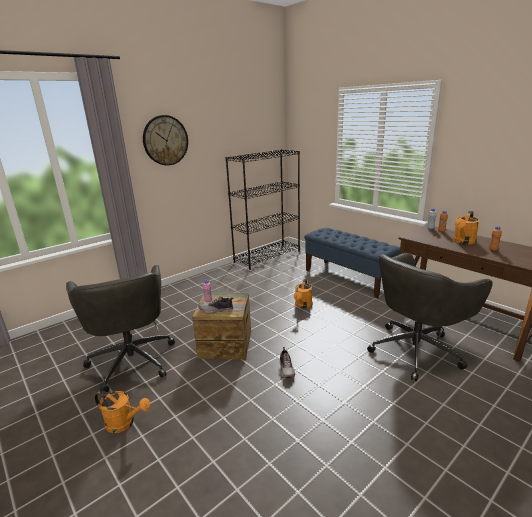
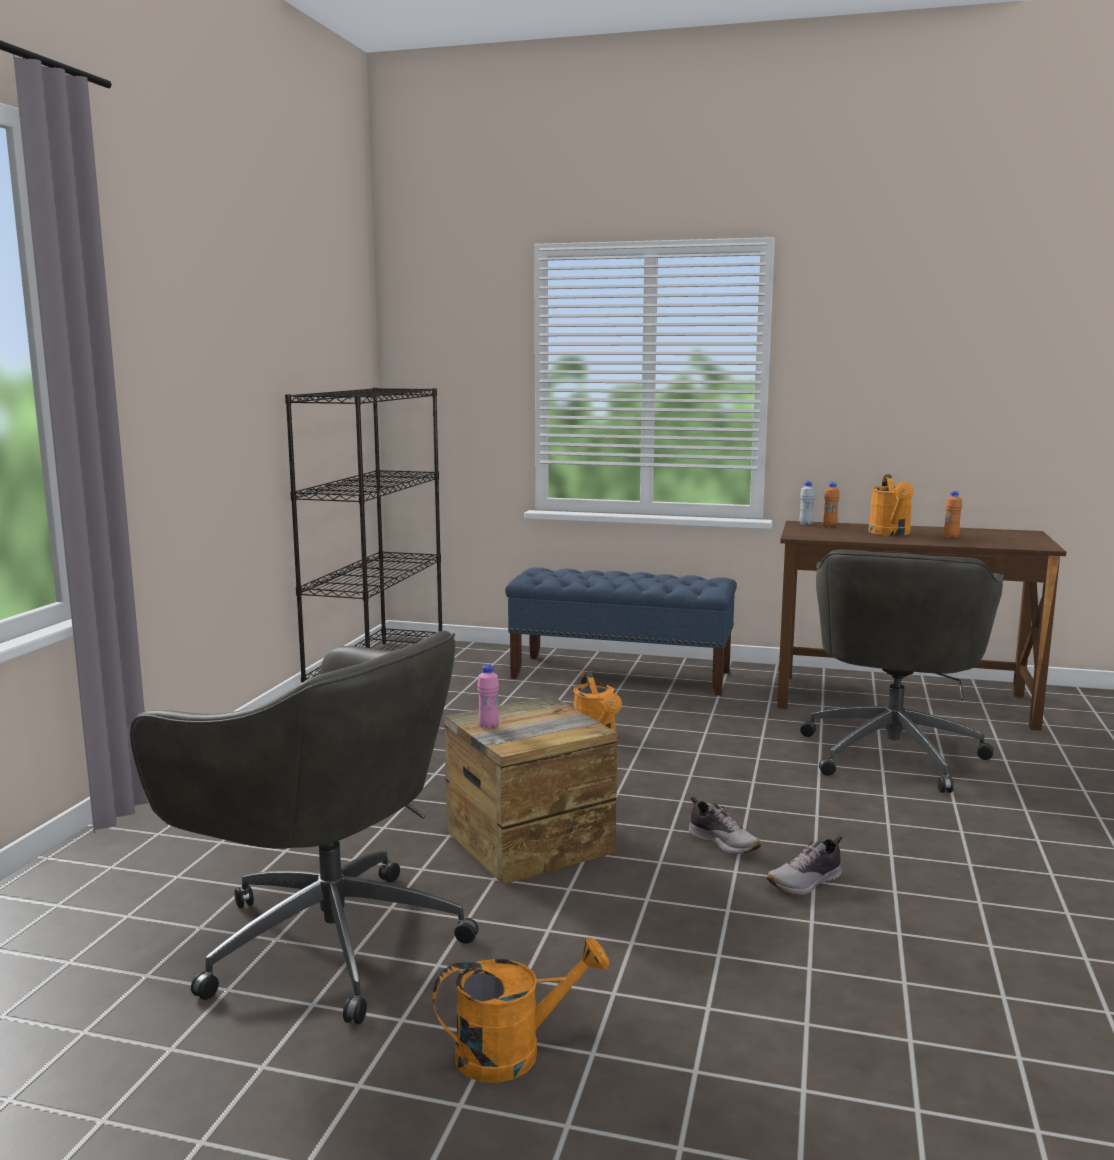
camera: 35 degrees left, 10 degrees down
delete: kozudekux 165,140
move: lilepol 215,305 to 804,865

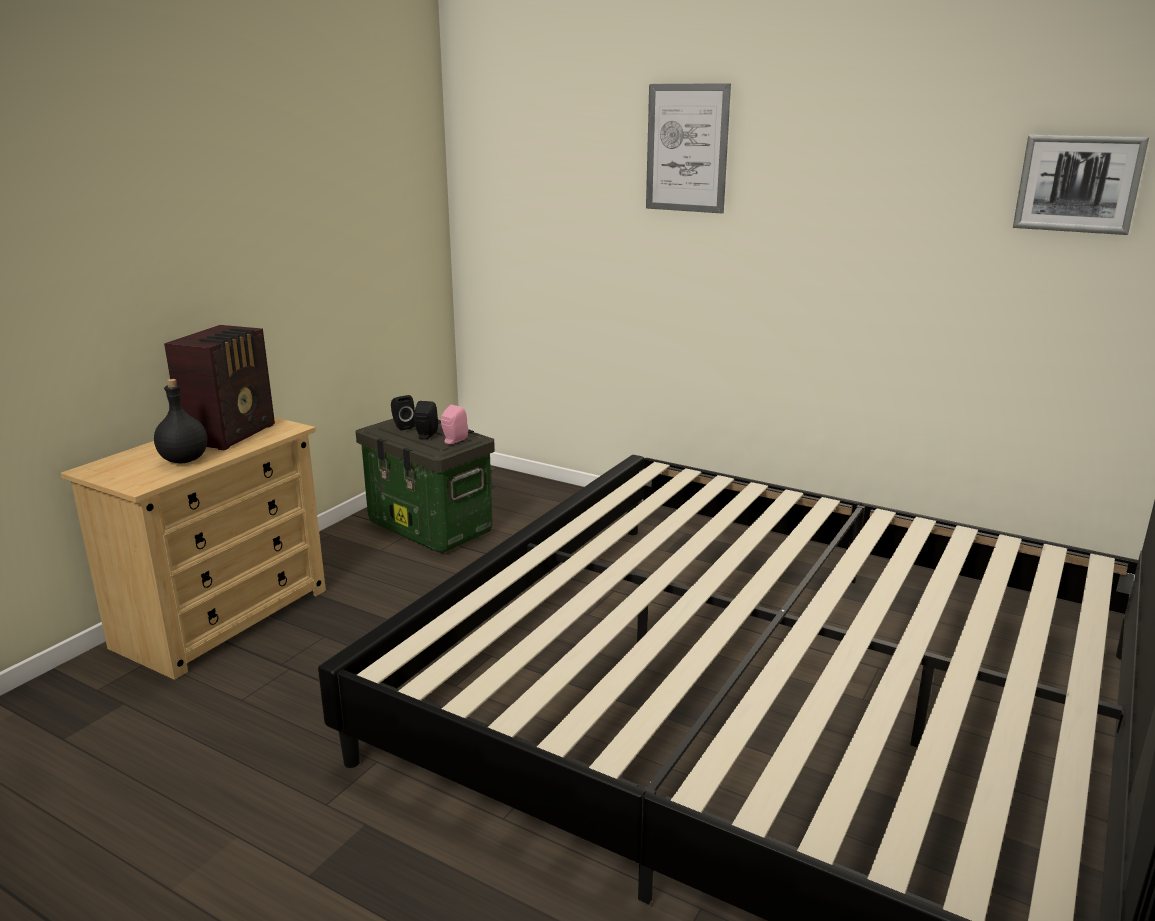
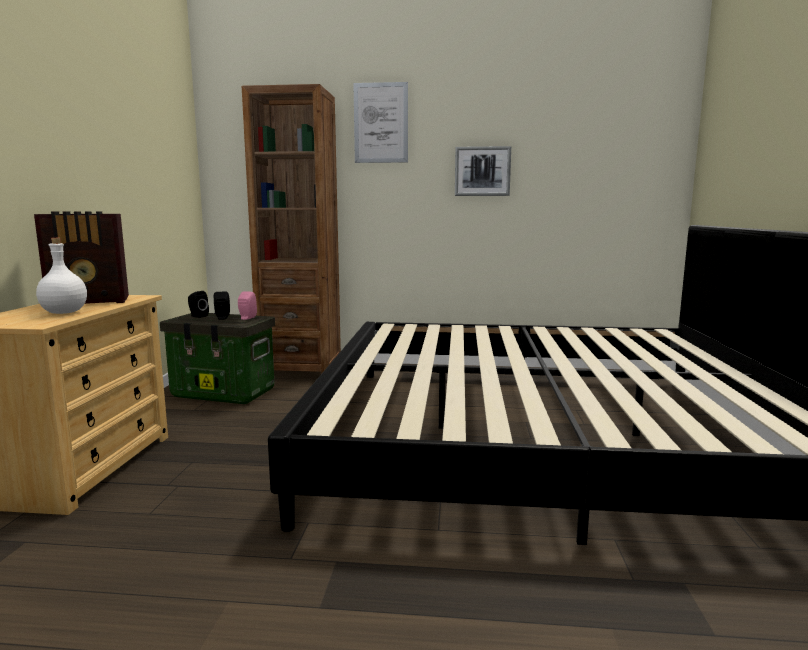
camera: 25 degrees left, 10 degrees down
insert: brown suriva 291,229
move: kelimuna 1081,185 to 483,171
recolor: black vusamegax 181,421 to white vusamegax 61,276
rotate: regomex 219,388 = 81,258 75 degrees clockwise

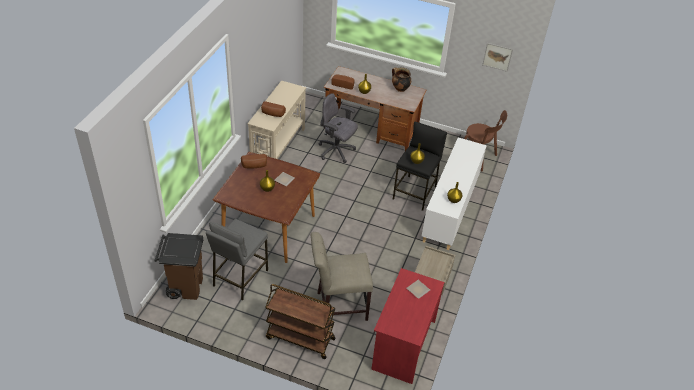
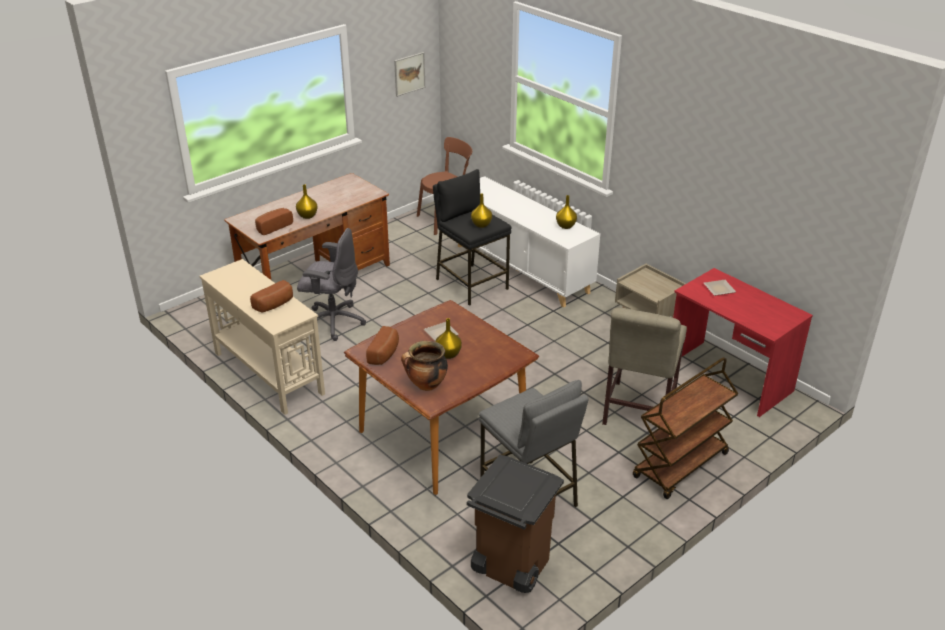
camera: 60 degrees left, 10 degrees down
move: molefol 401,79 to 424,366
rotate: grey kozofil 338,128 = 331,284 135 degrees counterclockwise

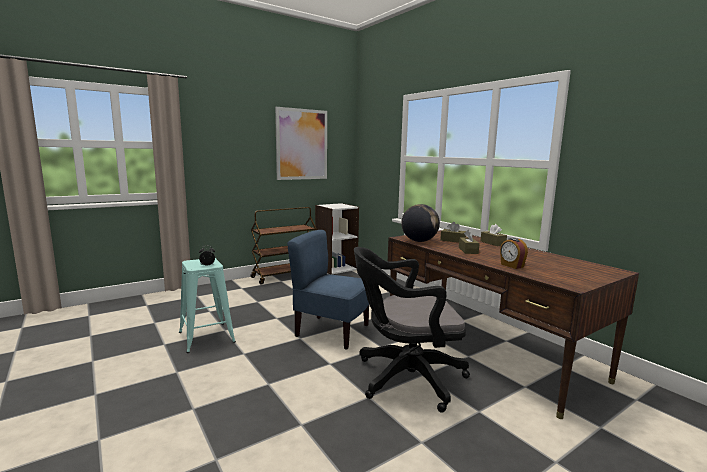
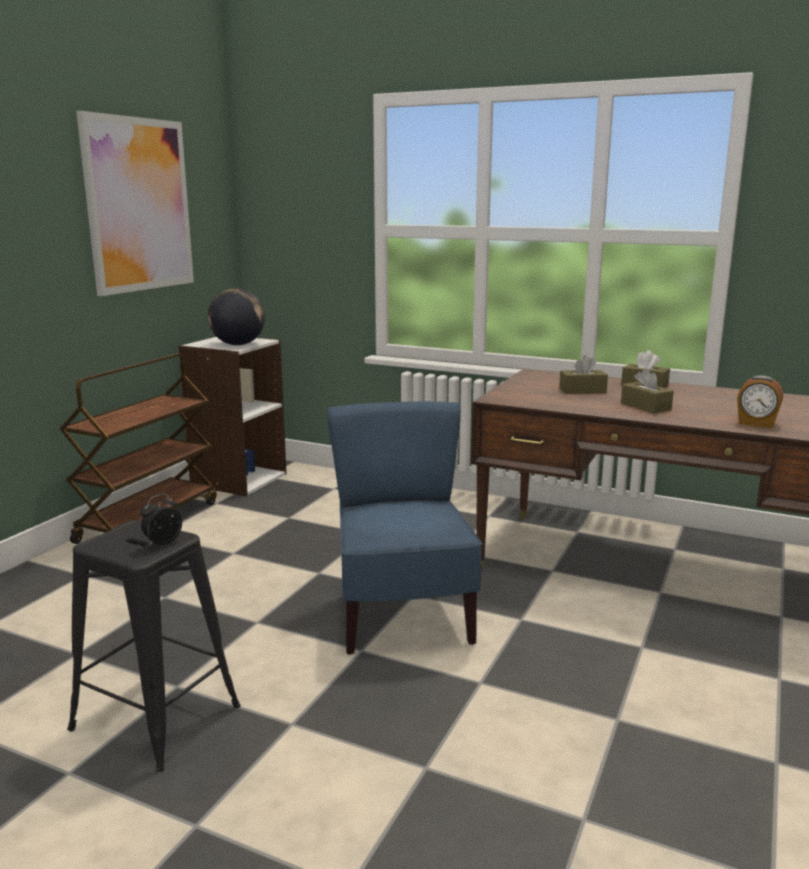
camera: 30 degrees left, 5 degrees up
delete: black kozofil 412,330
move: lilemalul 420,223 to 236,316
recolor: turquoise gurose 207,305 to black gurose 154,646
rotate: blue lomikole 328,290 = 405,528 90 degrees clockwise

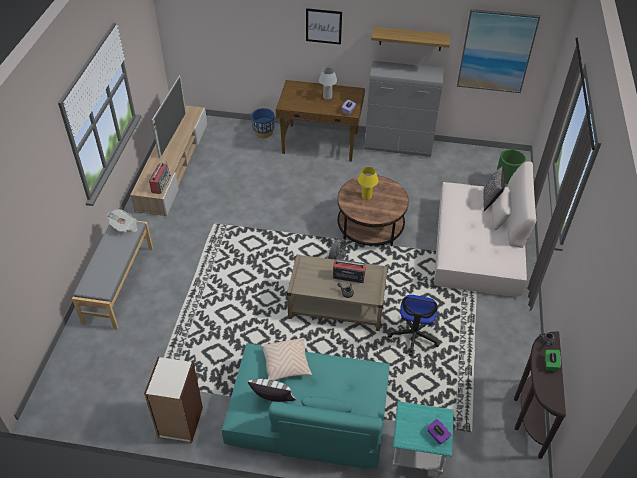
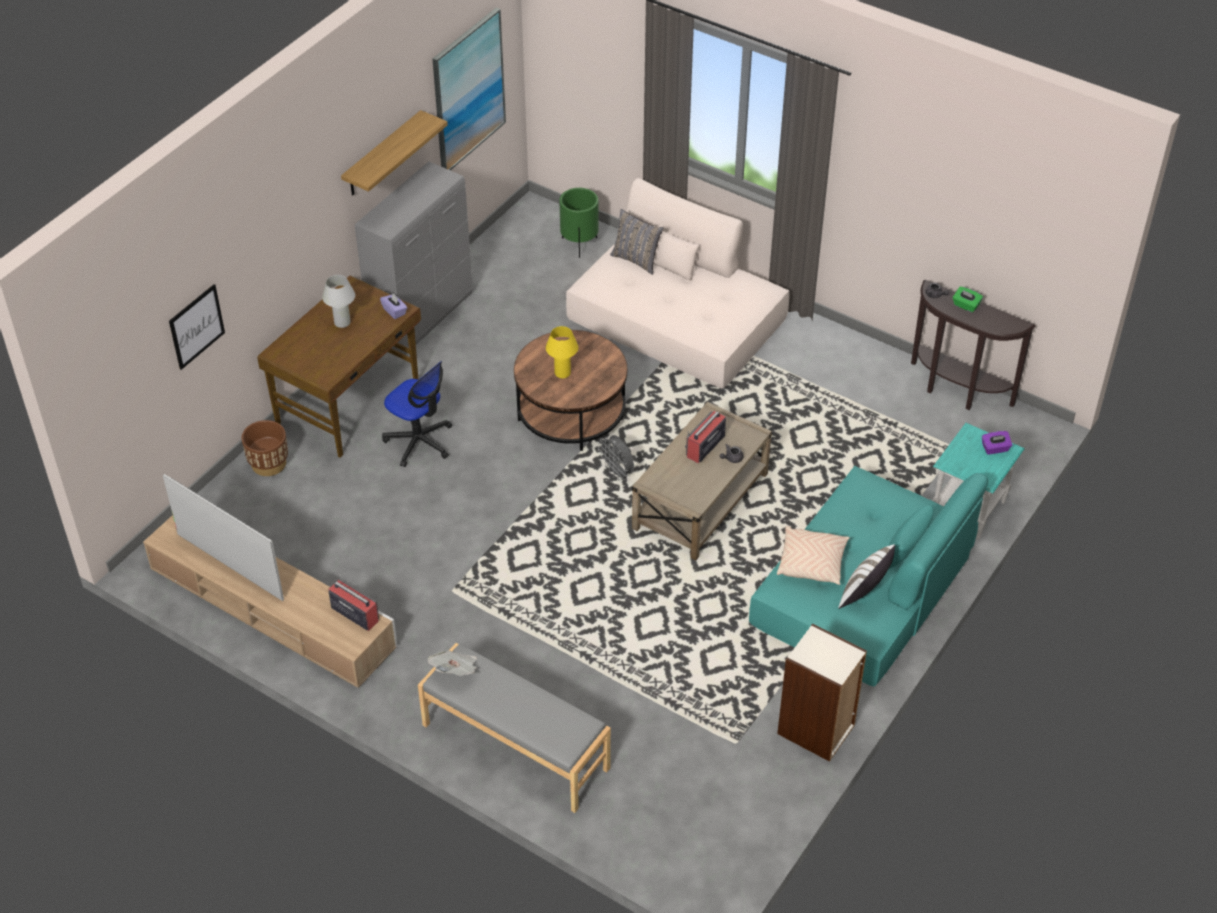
camera: 65 degrees left, 0 degrees up
move: kelimuna 324,26 to 197,327; kozofil 413,325 to 417,414
recolor: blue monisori 263,123 to brown monisori 265,448

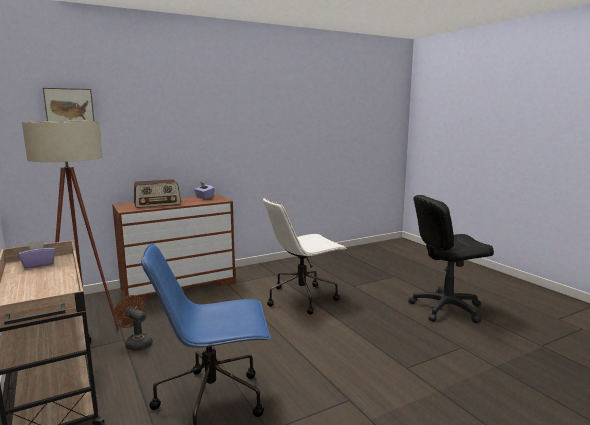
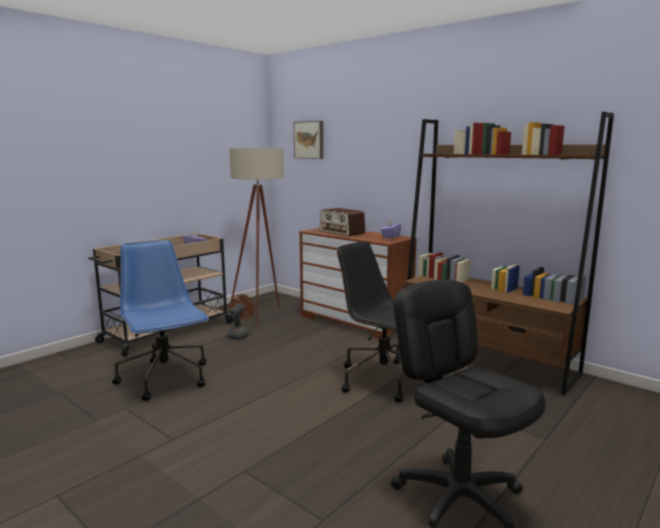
camera: 70 degrees right, 0 degrees up
insert: brown suriva 509,254
recolor: white kozofil 305,256 to black kozofil 382,321

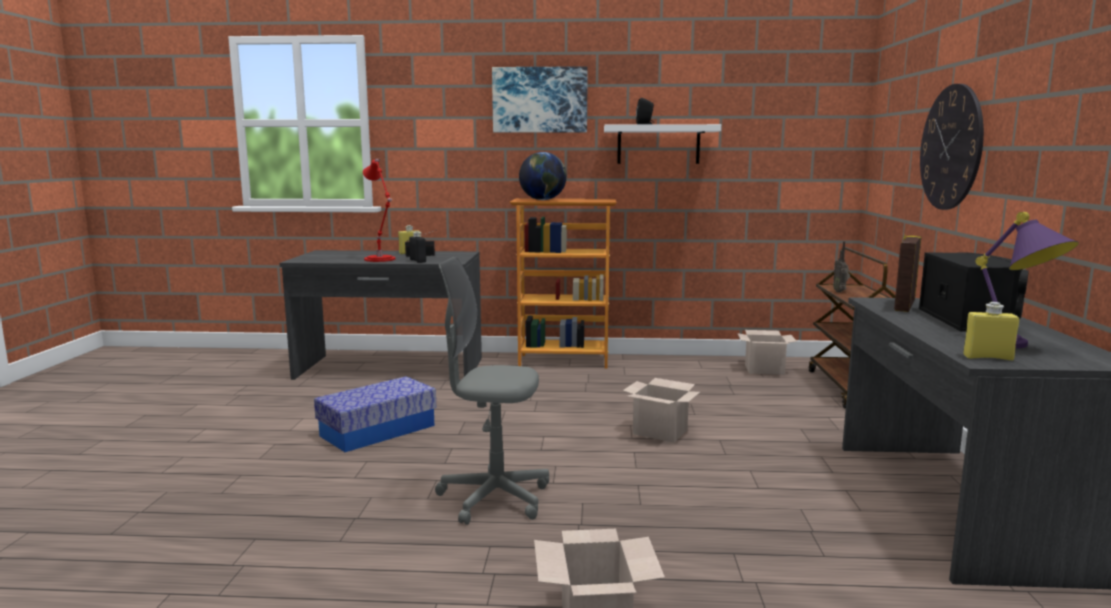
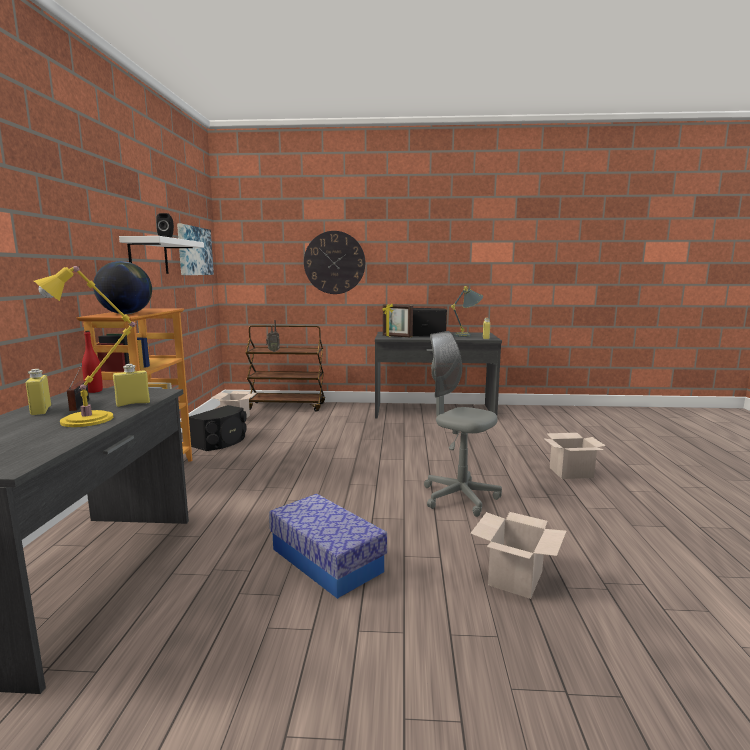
camera: 90 degrees left, 0 degrees up
insert: red vusamegax 92,362; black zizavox 218,428
move: kelimuna 540,99 to 195,249; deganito 661,410 to 518,555
recolor: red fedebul 379,210 to yellow fedebul 84,346; purple fedebul 1027,280 to grey fedebul 467,311; black vusamegax 417,247 to yellow vusamegax 131,385
rotate: grey kozofil 492,391 = 463,424 120 degrees clockwise

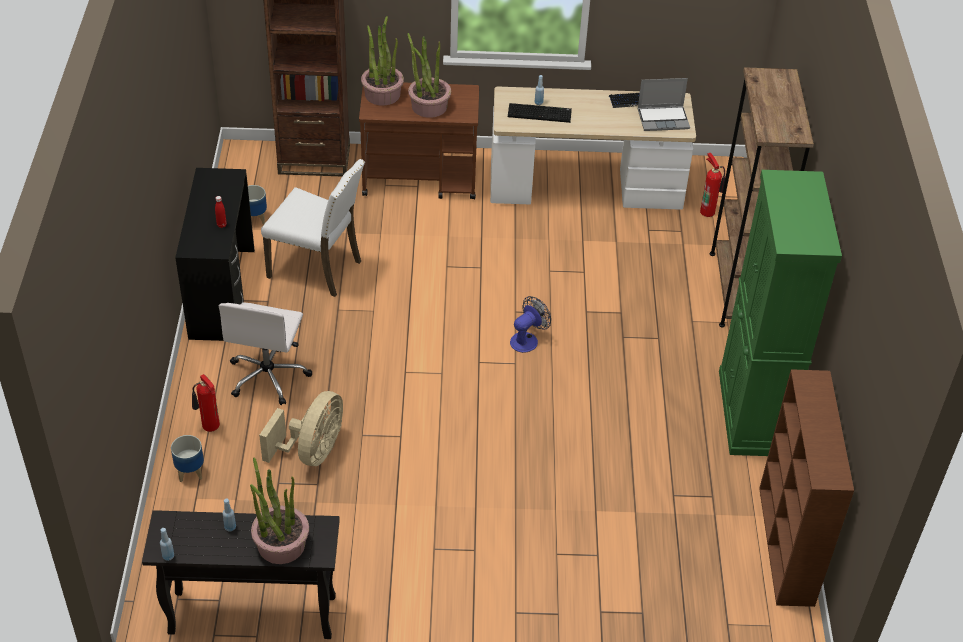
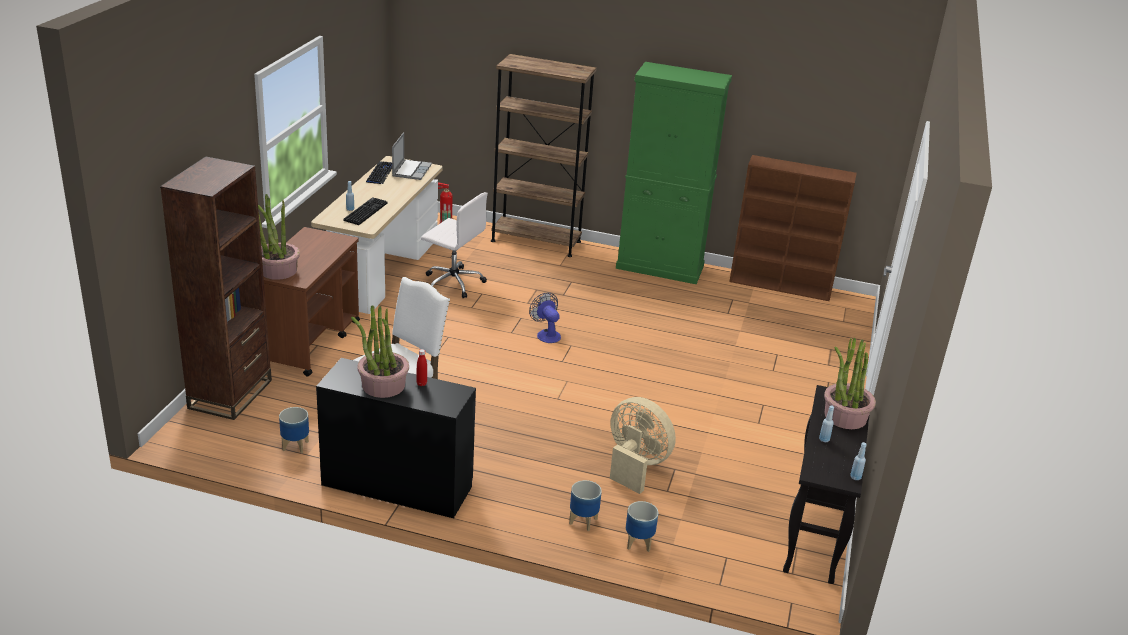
camera: 75 degrees left, 15 degrees down
move: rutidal 429,75 to 380,352; white kozofil 265,353 to 454,245
replace: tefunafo 206,403 to monisori 585,505

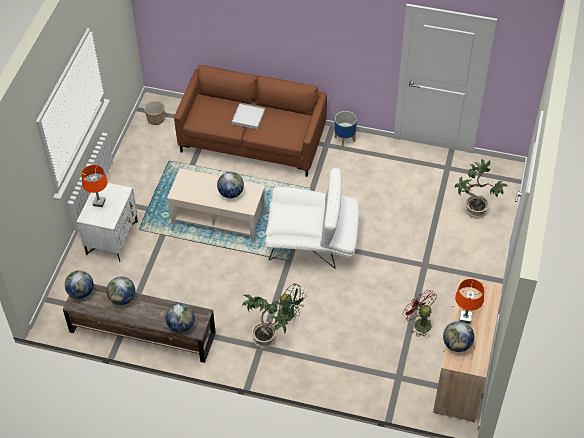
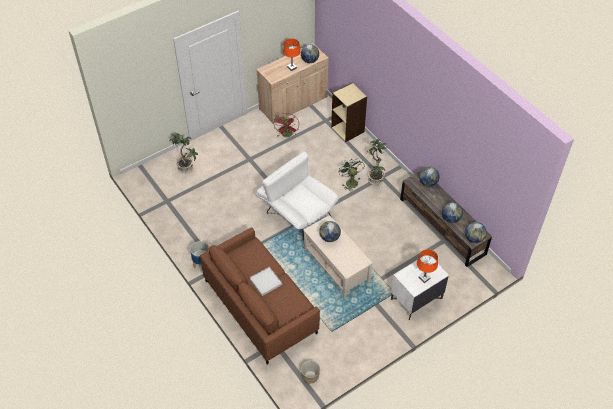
camera: 140 degrees left, 0 degrees up
insert: beige suriva 349,112

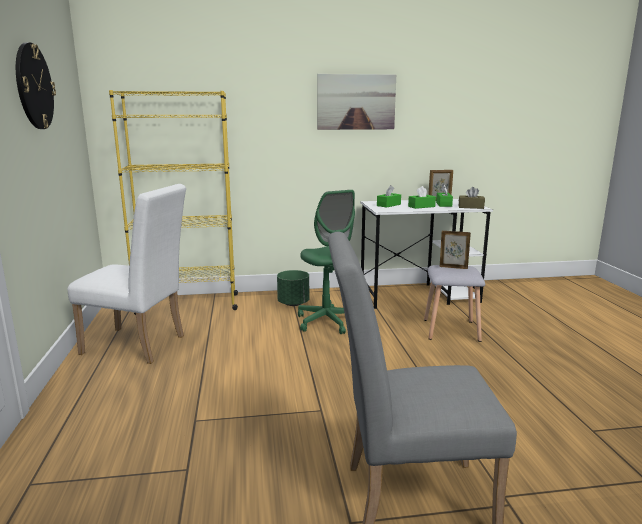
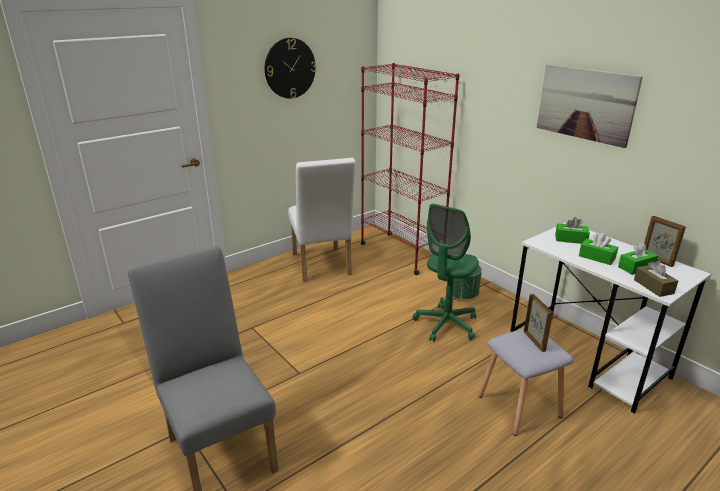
camera: 60 degrees right, 10 degrees up
recolor: yellow suriva 173,202 to red suriva 410,169

